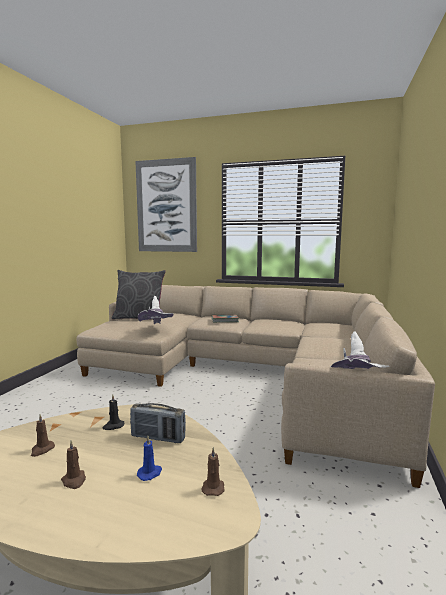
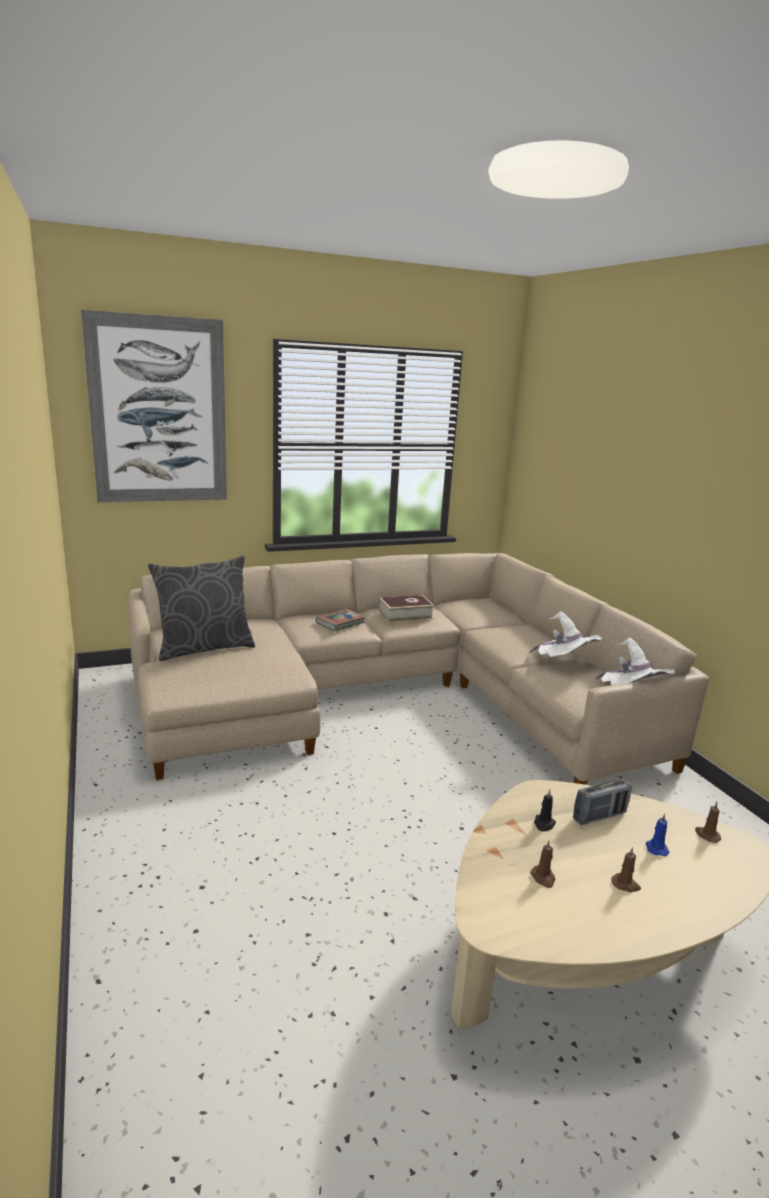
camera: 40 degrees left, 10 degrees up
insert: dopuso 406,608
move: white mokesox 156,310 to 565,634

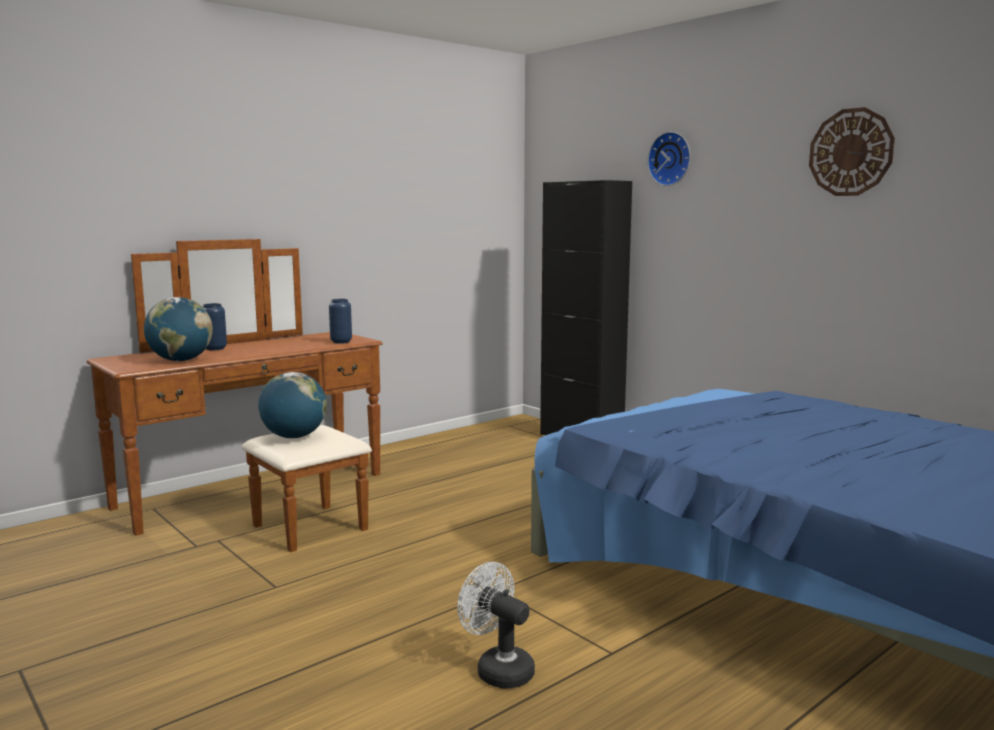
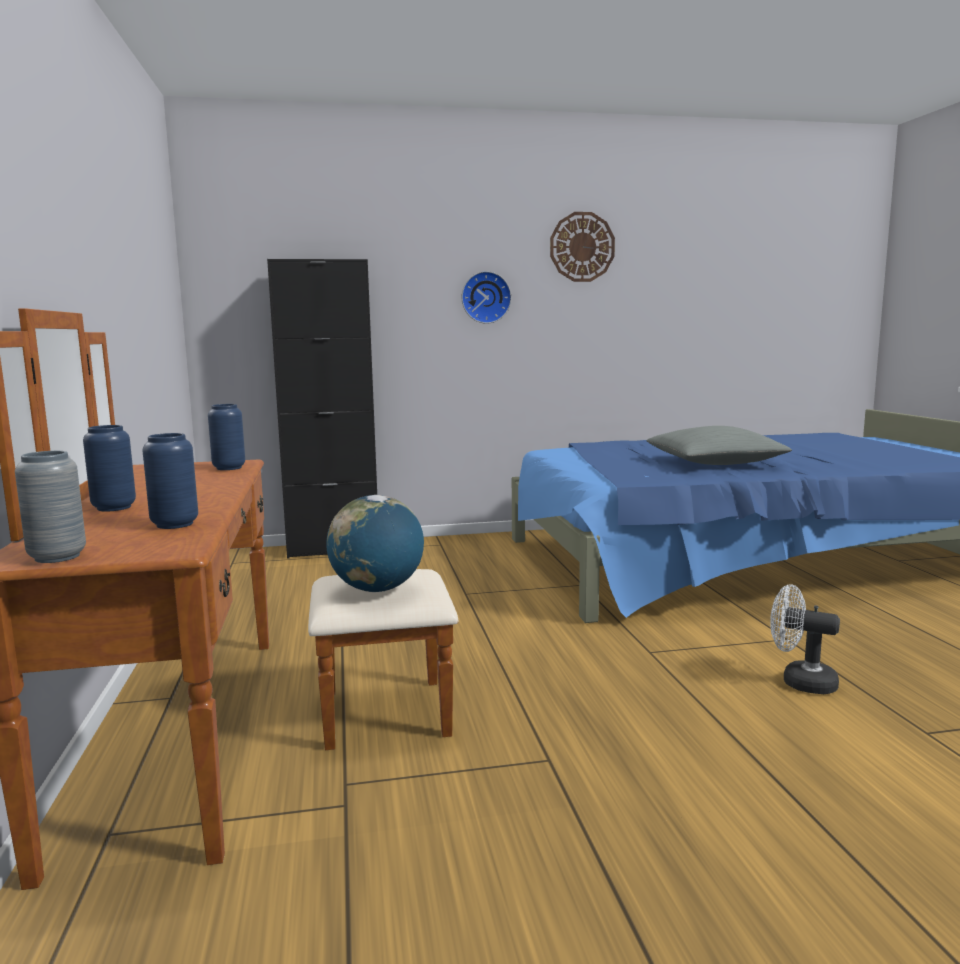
camera: 60 degrees left, 0 degrees up
insert: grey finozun 719,445; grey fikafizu 50,507
move: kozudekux 669,159 to 487,297
replace: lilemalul 178,329 to blue fikafizu 170,481
rotate: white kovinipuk 496,625 = 805,639 45 degrees clockwise

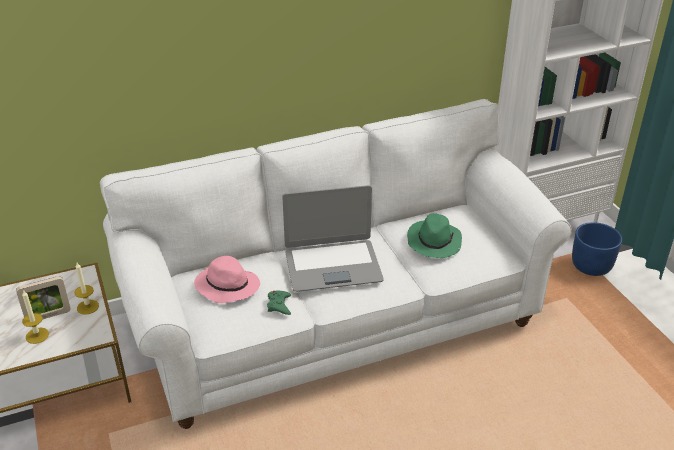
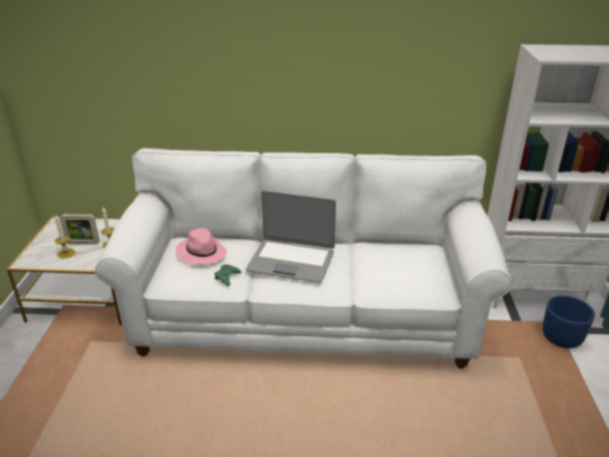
camera: 25 degrees right, 5 degrees down
delete: green mokesox 434,235

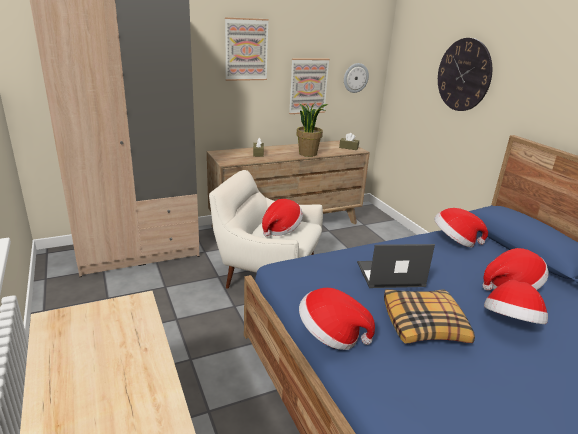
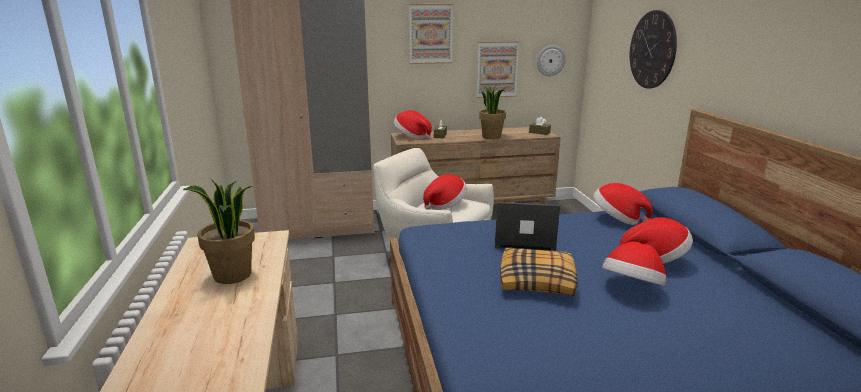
camera: 15 degrees right, 5 degrees down
insert: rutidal 219,231
move: mokesox 337,319 to 413,124

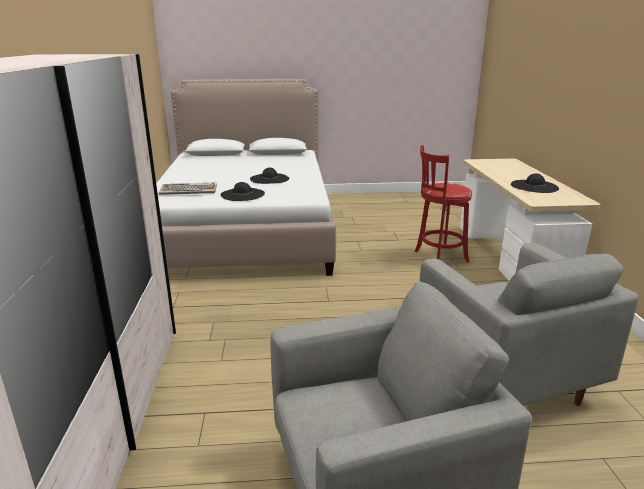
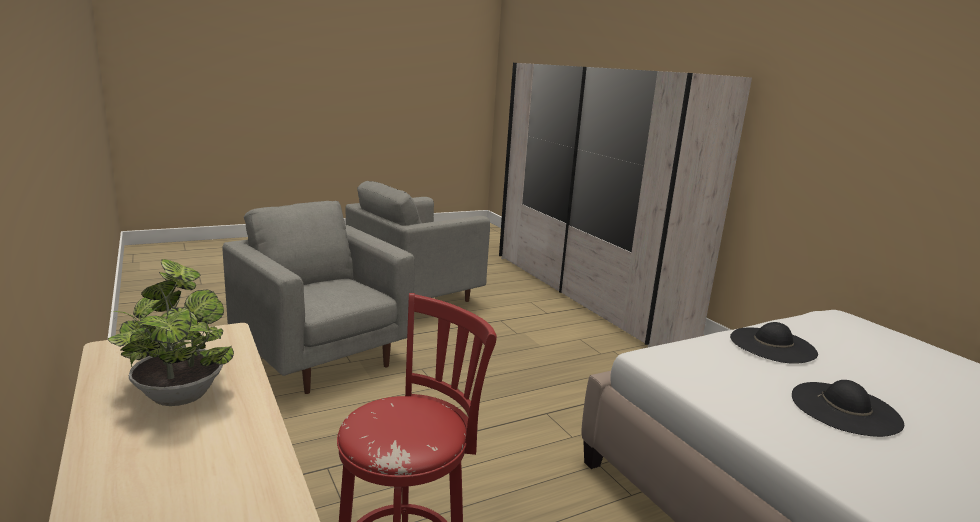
camera: 155 degrees right, 5 degrees down
delete: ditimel 188,188
replace: black mokesox 535,183 to rutidal 171,332

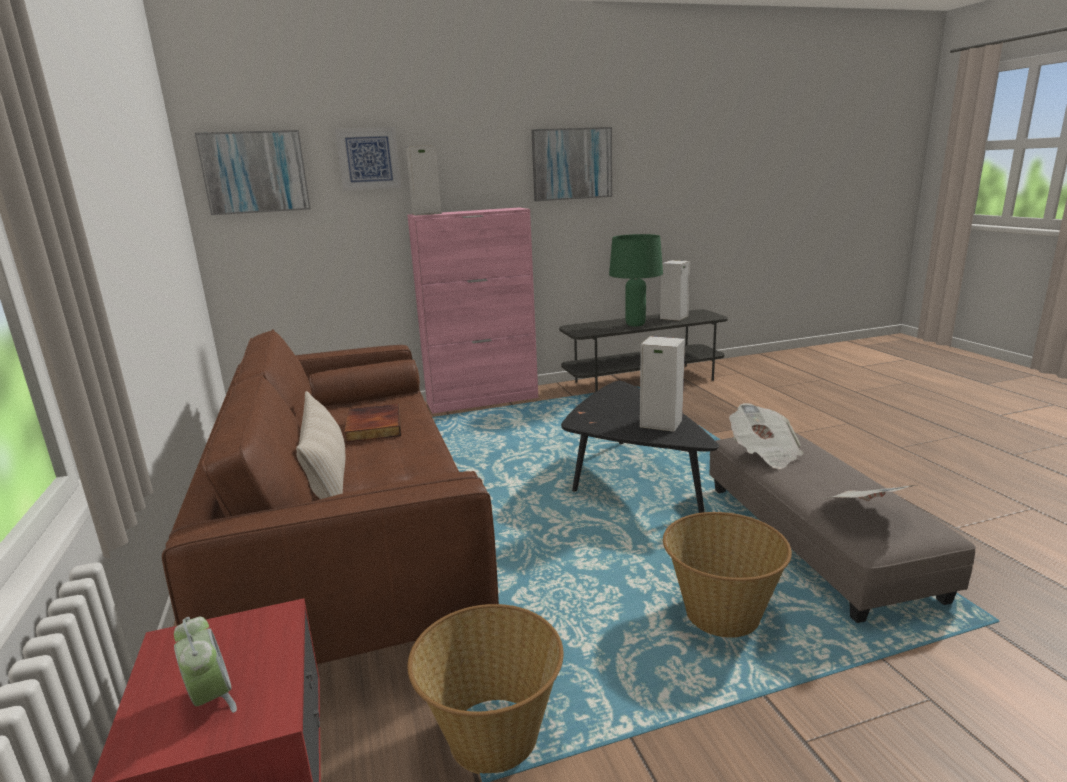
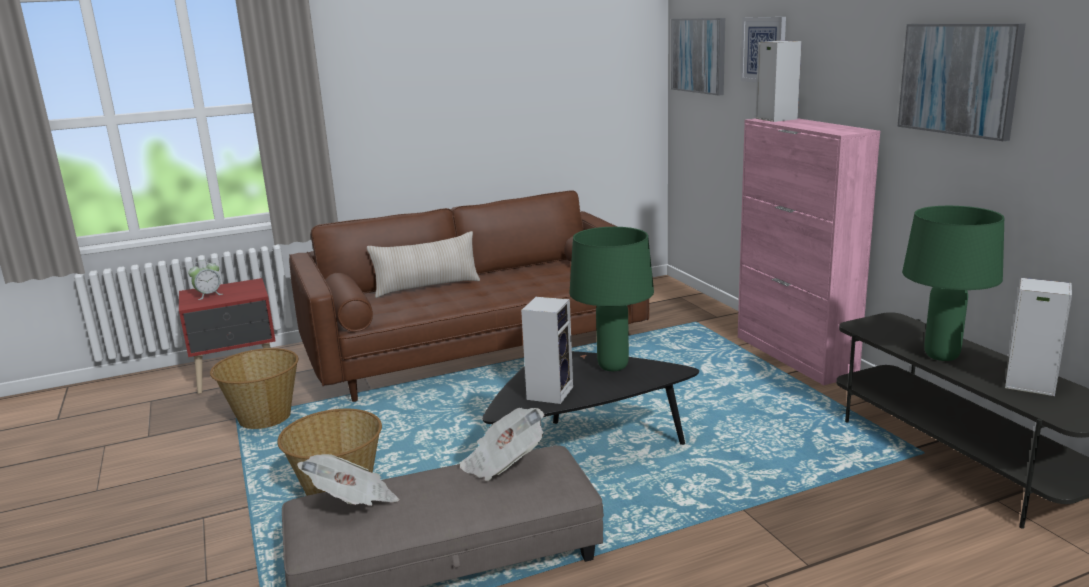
camera: 85 degrees right, 0 degrees up
delete: dopuso 373,423
insert: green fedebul 611,299

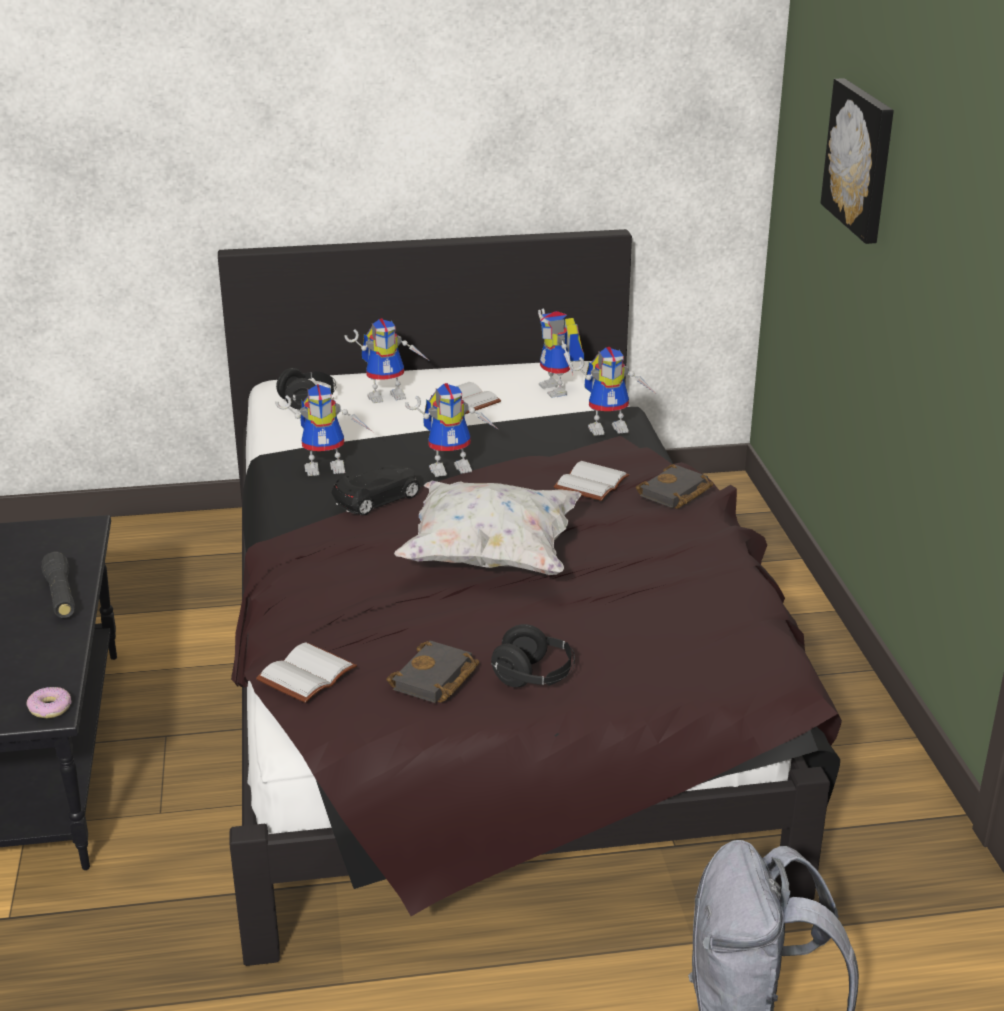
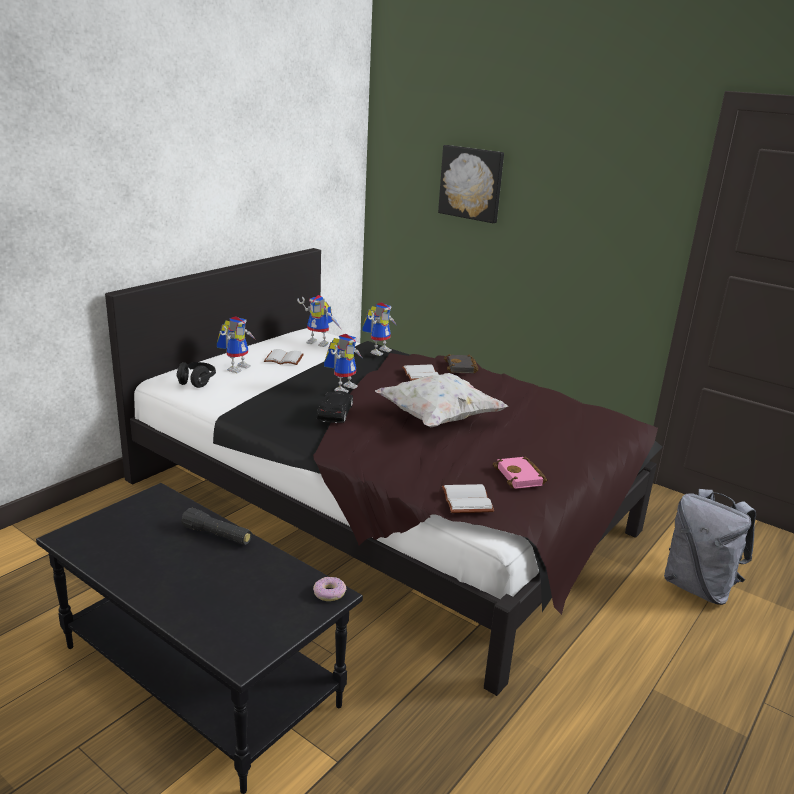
camera: 45 degrees left, 5 degrees down
delete: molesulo 324,430; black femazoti 533,655
recolor: black dopuso 432,672 to pink dopuso 520,473

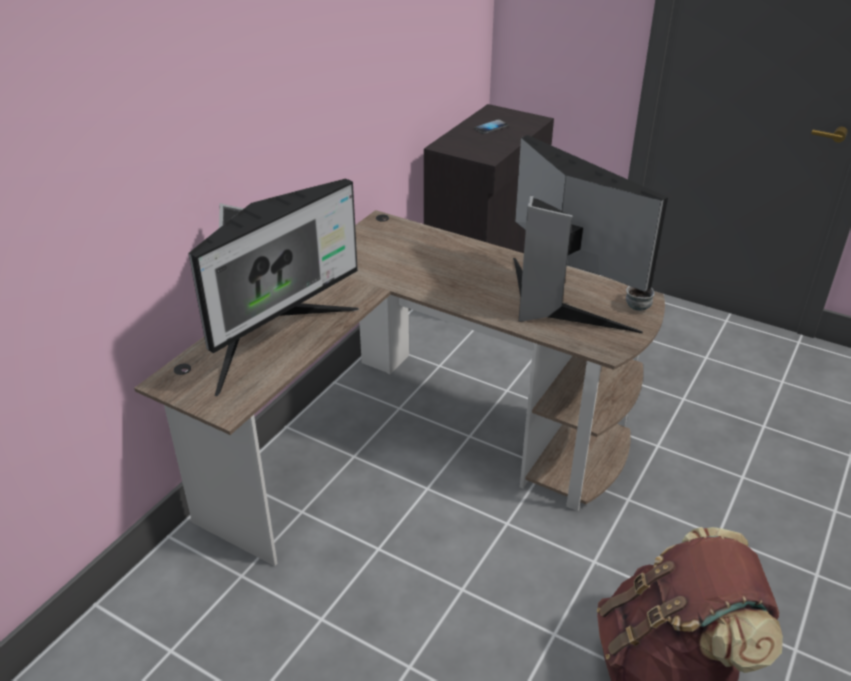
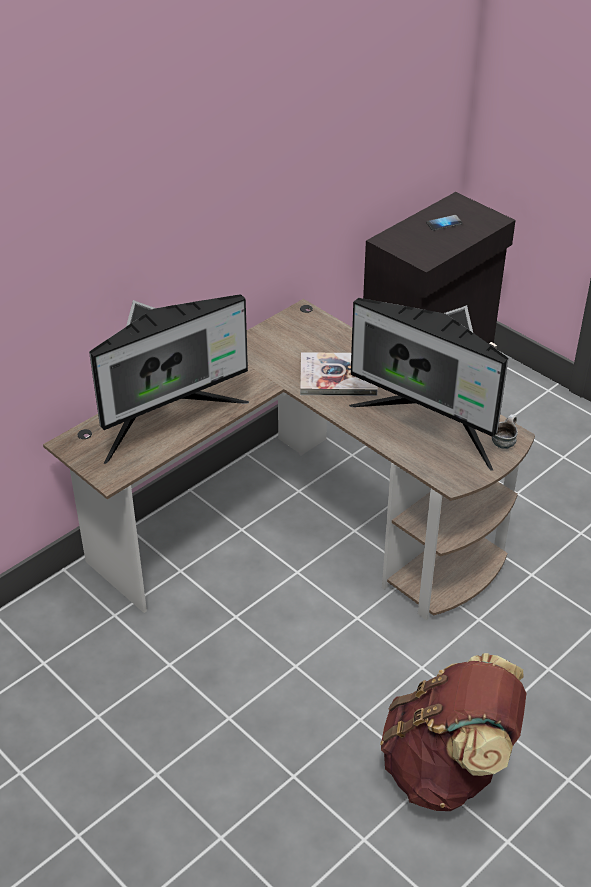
camera: 15 degrees right, 5 degrees up
insert: dopuso 339,374
rotate: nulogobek 590,234 = 429,384 150 degrees clockwise

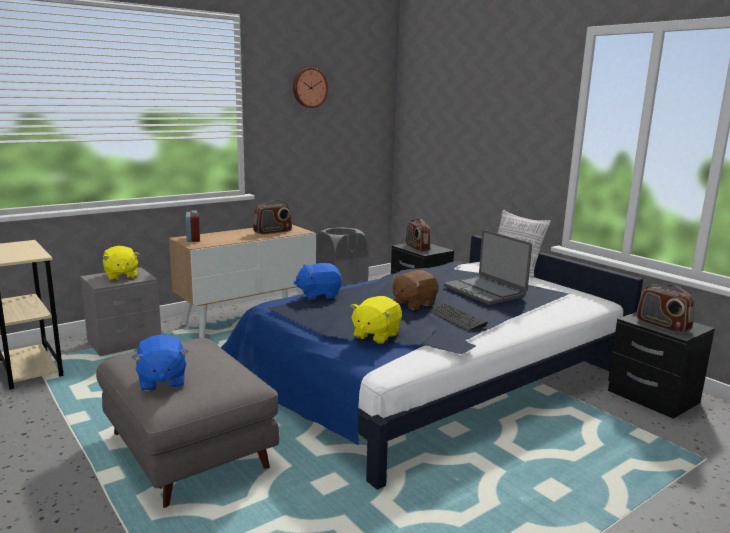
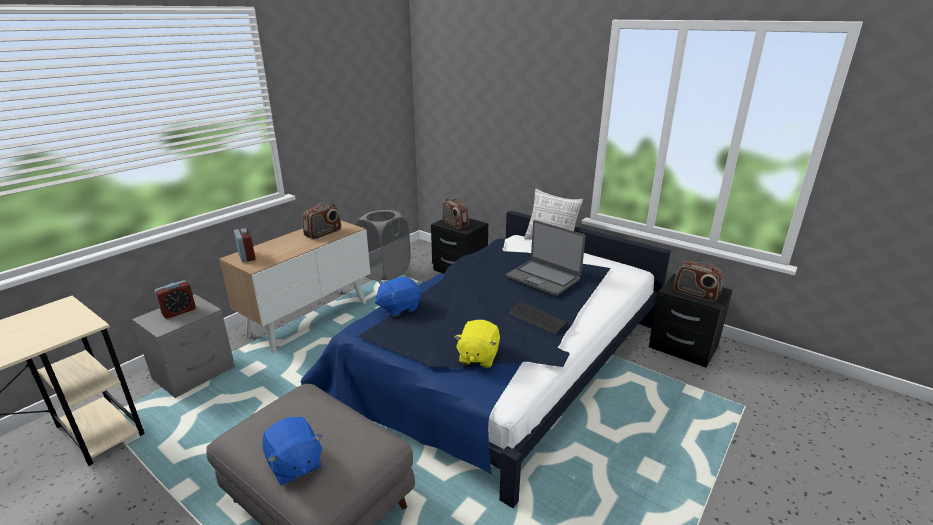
camera: 15 degrees left, 10 degrees up
delete: kozudekux 310,88; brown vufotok 415,290
replace: yellow vufotok 120,263 to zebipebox 175,299

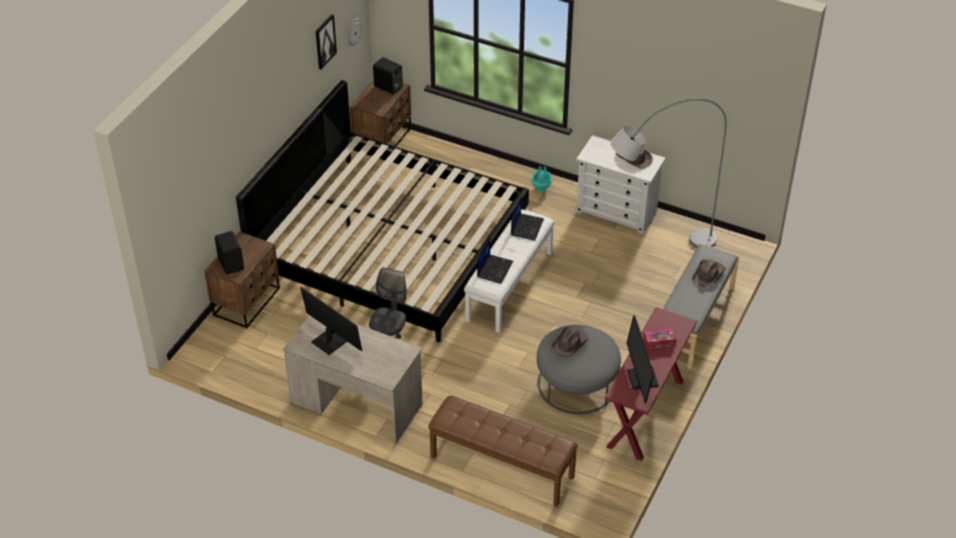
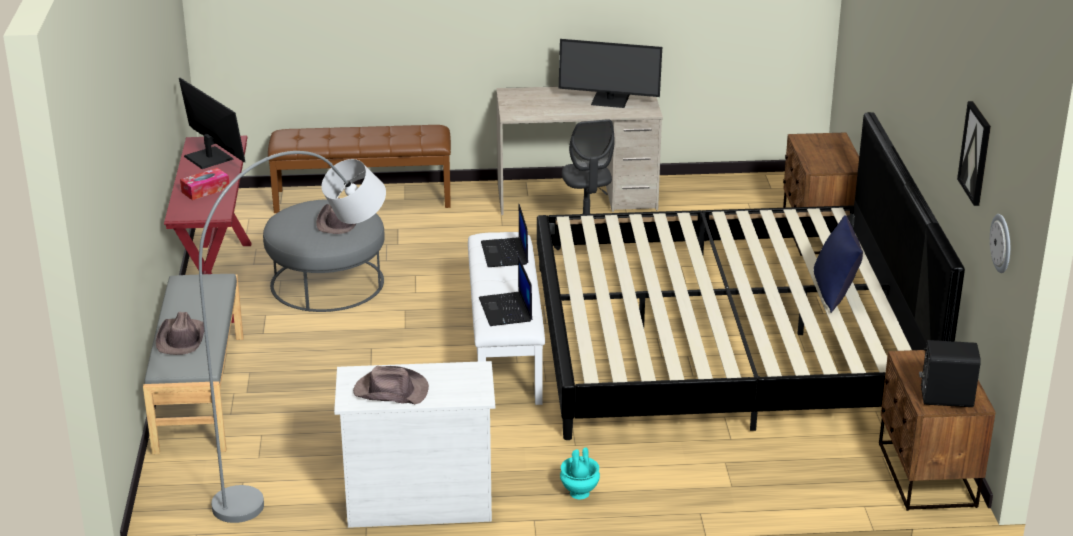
camera: 150 degrees right, 15 degrees down
delete: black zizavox 229,252
insert: blue finozun 838,264

